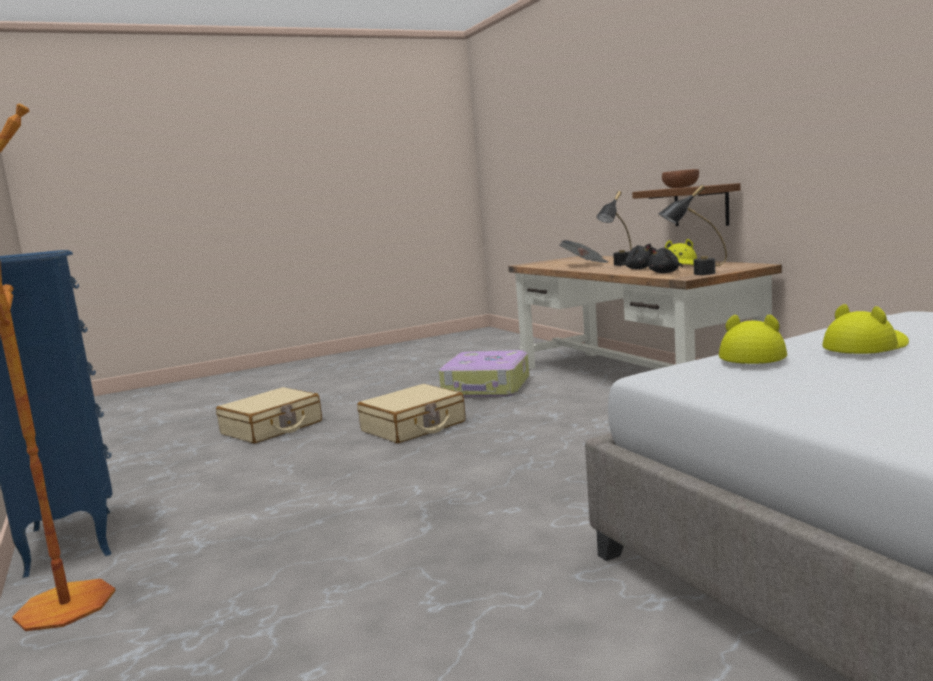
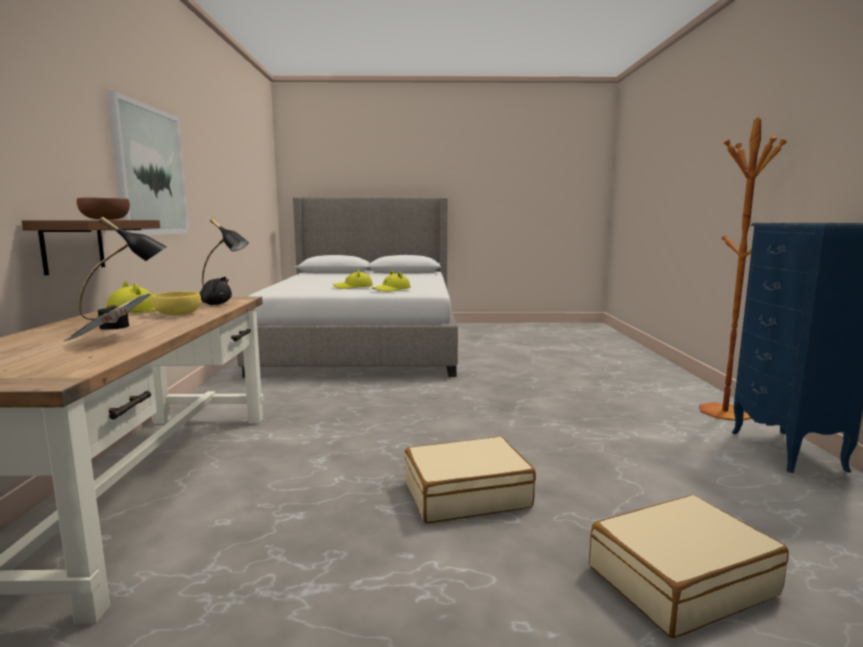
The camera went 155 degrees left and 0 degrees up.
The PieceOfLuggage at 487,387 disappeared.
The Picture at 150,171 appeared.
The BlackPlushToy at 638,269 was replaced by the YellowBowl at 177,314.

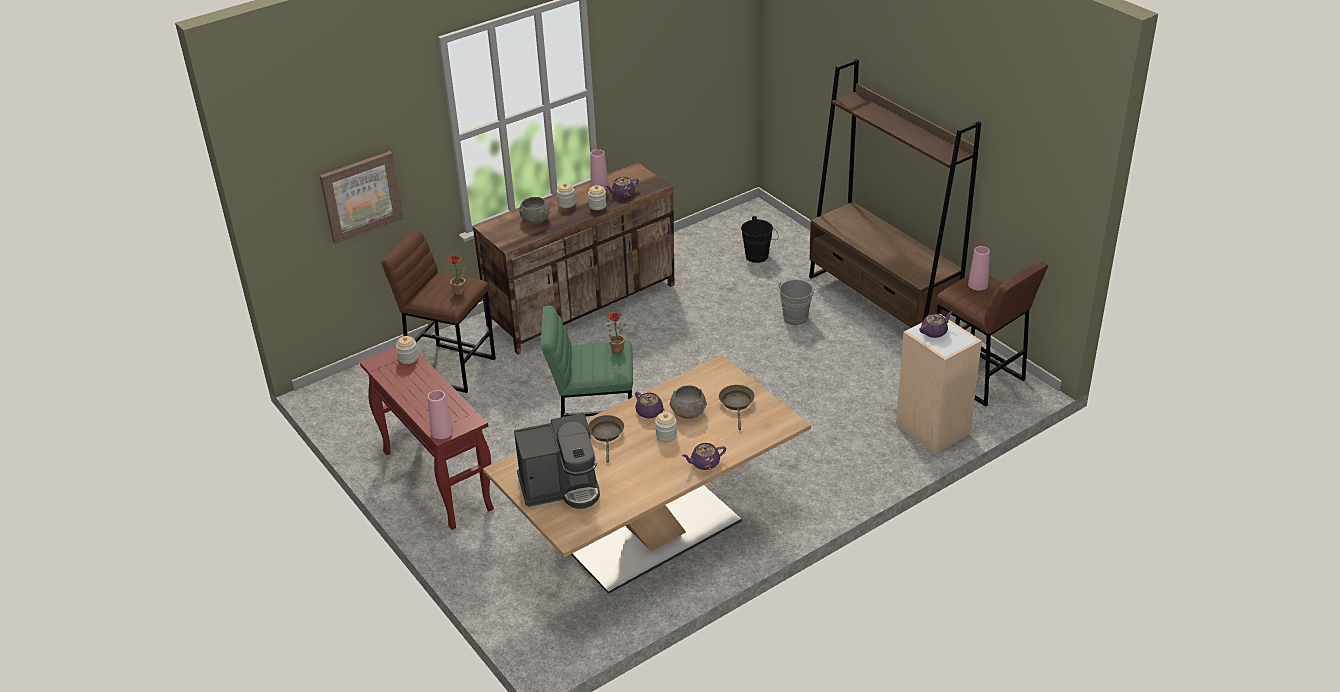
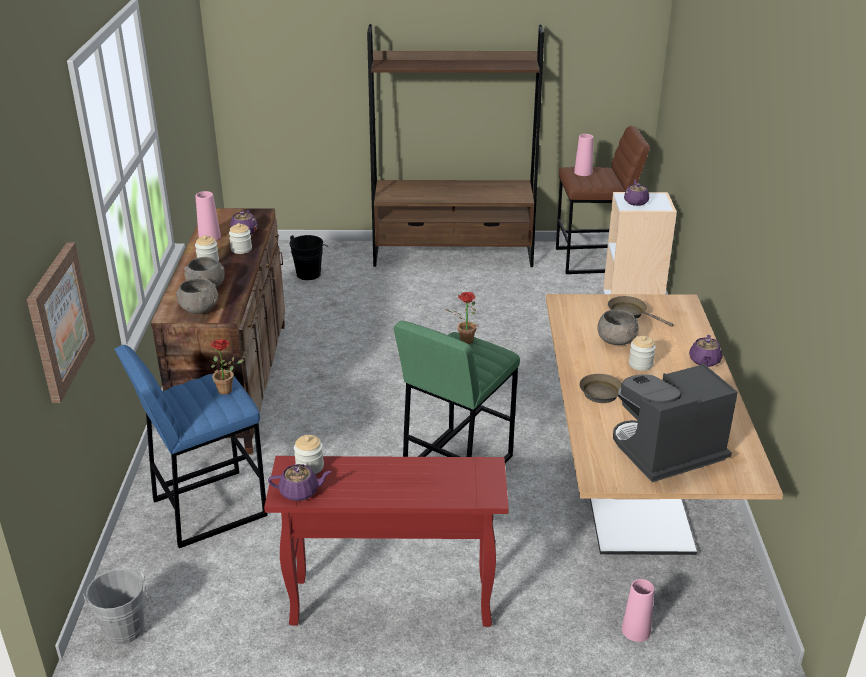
The camera went 55 degrees left and 5 degrees down.
The GreyBowl at 199,308 appeared.
The PinkColouredFlowerVase moved from 442,432 to 636,630.
The PurpleTeaPot moved from 650,412 to 300,492.
The GreyBucket moved from 794,320 to 125,633.
The BrownSittingStool at 450,367 became the BlueColouredSittingStool at 207,509.
The CoffeeMaker at 561,487 turned 135 degrees counterclockwise.

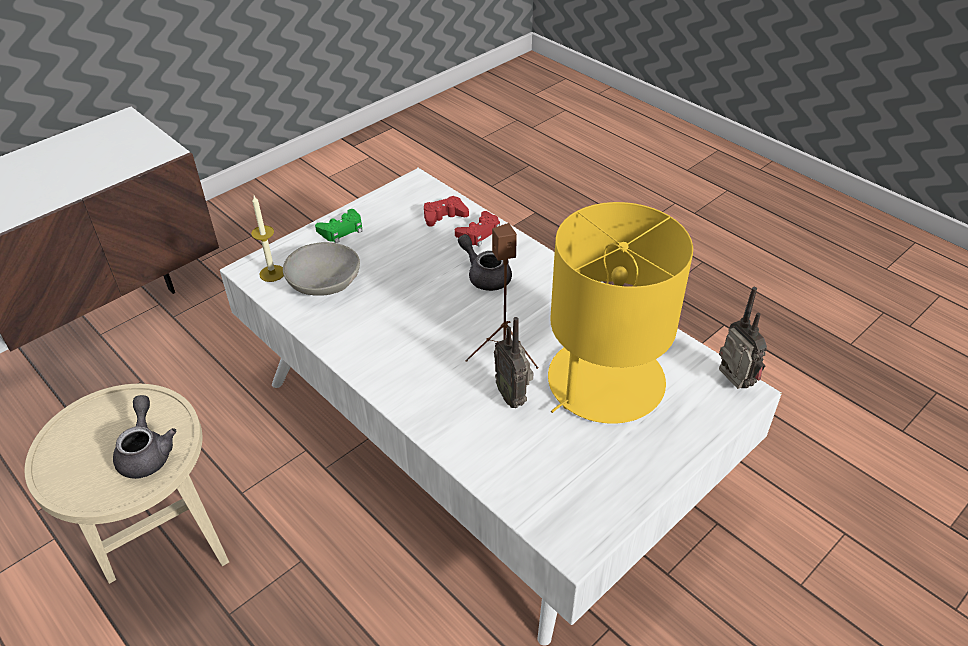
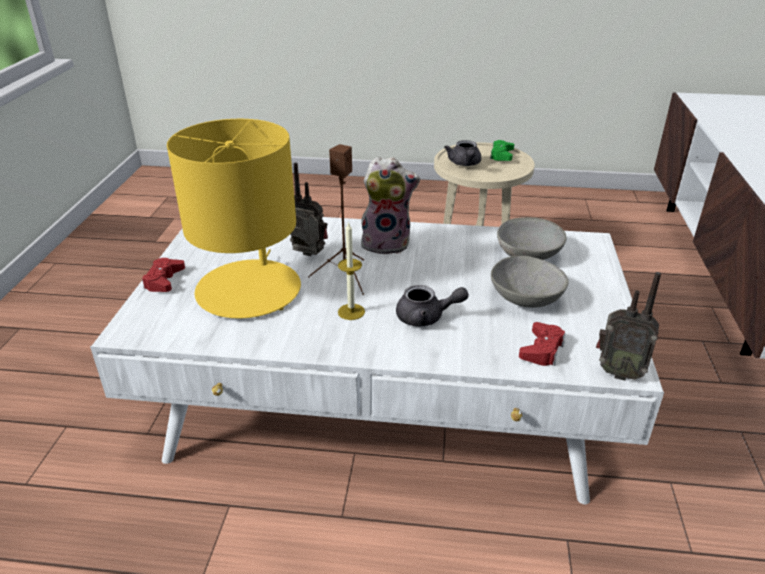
The camera went 140 degrees right and 10 degrees down.
The PlushToy at 387,244 appeared.
The GreyBowl at 524,298 appeared.
The WaxCandle moved from 272,273 to 351,312.
The GreenJoypad moved from 341,230 to 501,155.
The RedColouredJoypad moved from 479,233 to 164,280.
The RadioReceiver moved from 732,384 to 617,372.
The GreyTeaPot at 147,452 turned 45 degrees clockwise.

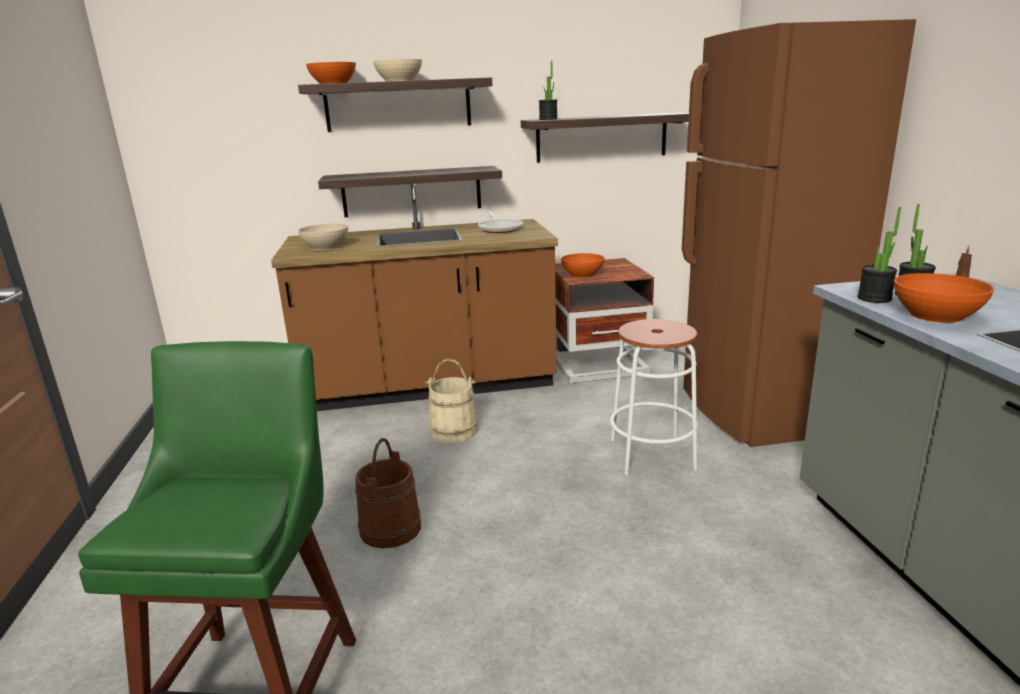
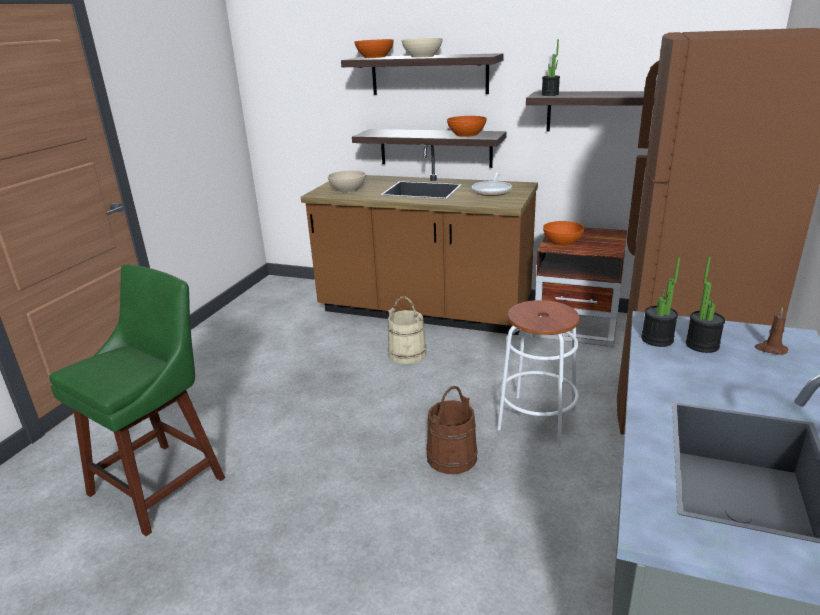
The camera went 30 degrees right and 5 degrees up.
The BrownBucket moved from 390,528 to 451,456.
The OrangeColouredBowl moved from 936,315 to 467,134.

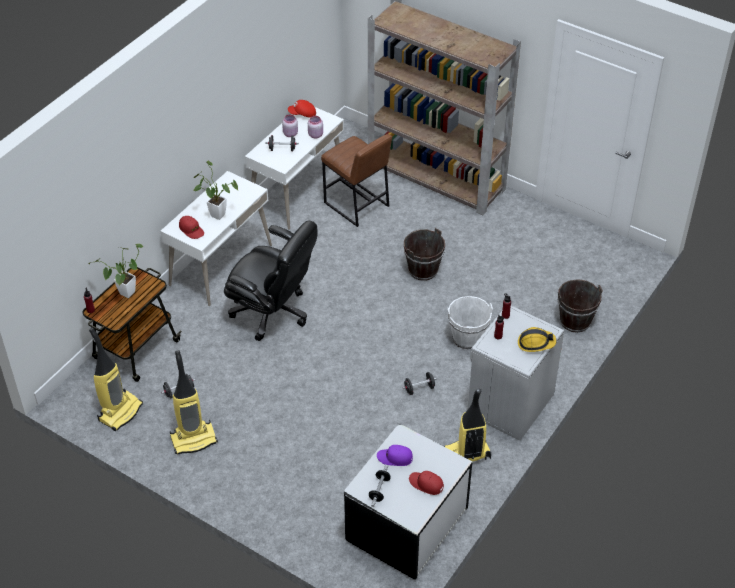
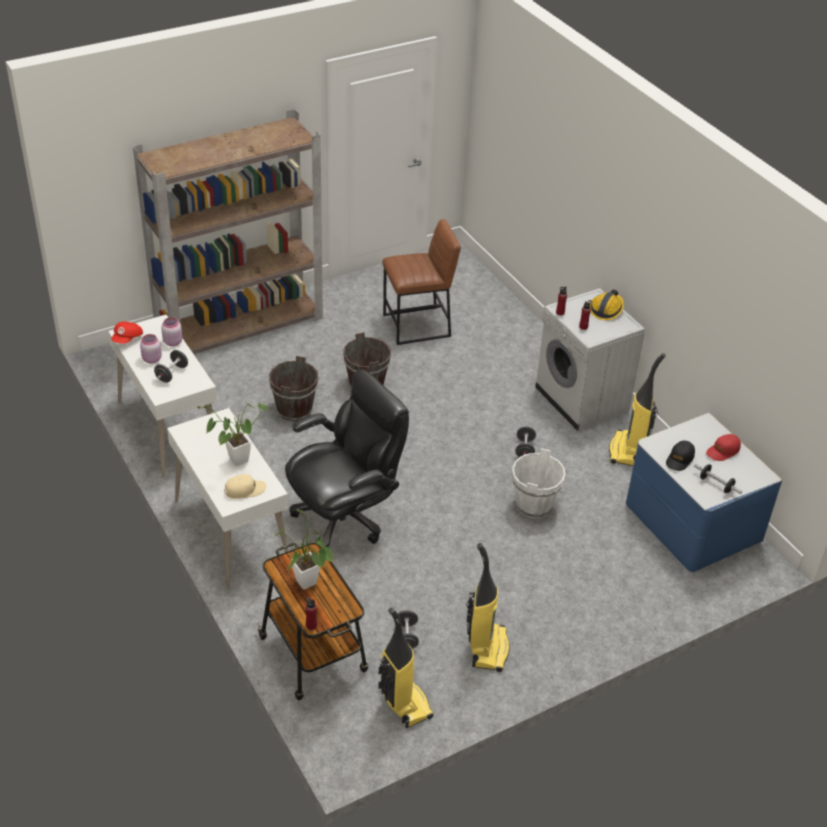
The camera went 65 degrees left and 5 degrees down.
The BrownUprightChair moved from 357,205 to 418,325.
The WhiteBucket moved from 467,338 to 534,505.
The BrownBucket moved from 575,321 to 295,410.
The RedColouredCap at 191,230 became the SandColouredCap at 245,490.
The BlackNightstand at 406,525 became the BlueColouredNightstand at 691,524.
The PurpleCap at 395,458 became the BlackCap at 680,459.

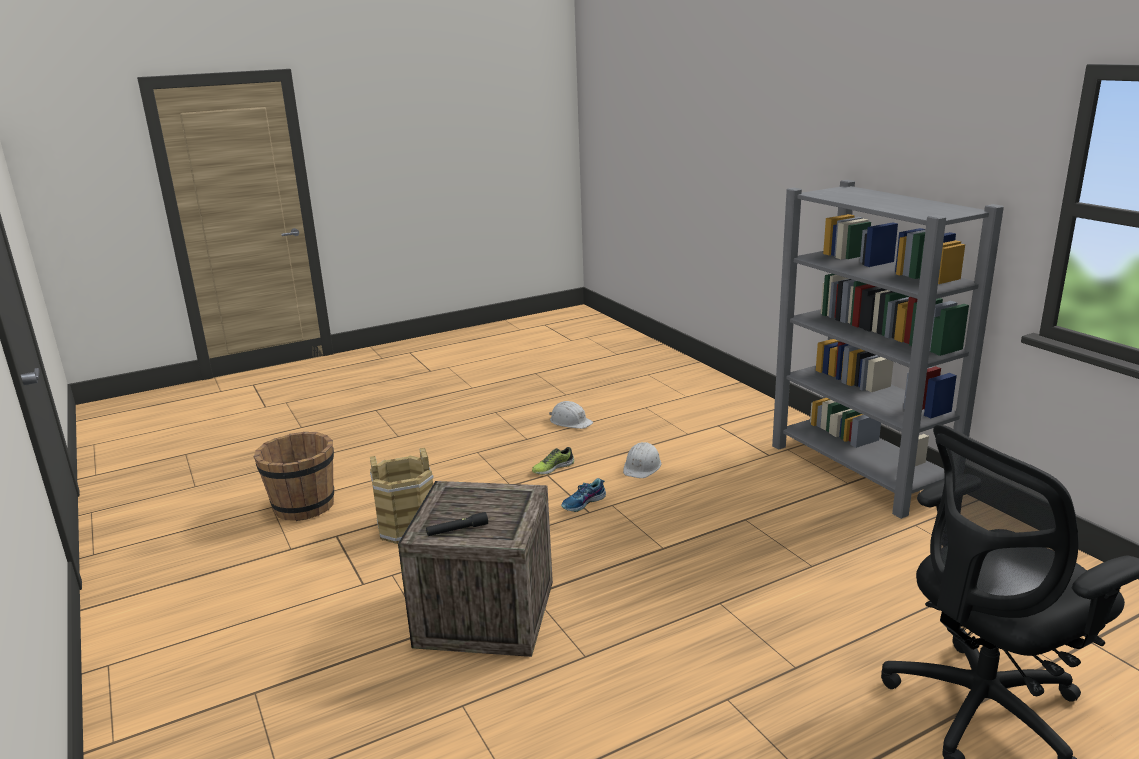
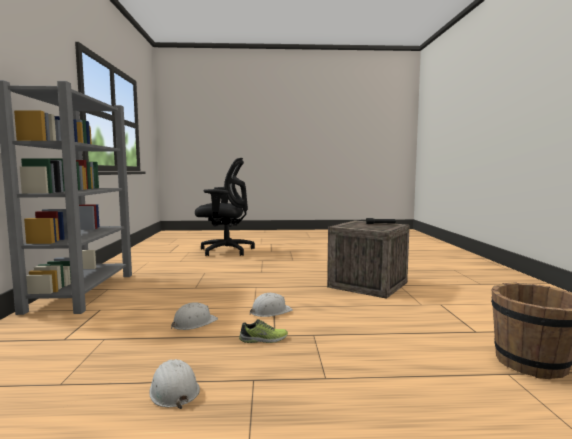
The camera went 155 degrees left and 15 degrees down.
The BrownBucket at 407,526 disappeared.
The ItemOfFootwear at 584,503 was replaced by the WhiteHardHat at 270,311.

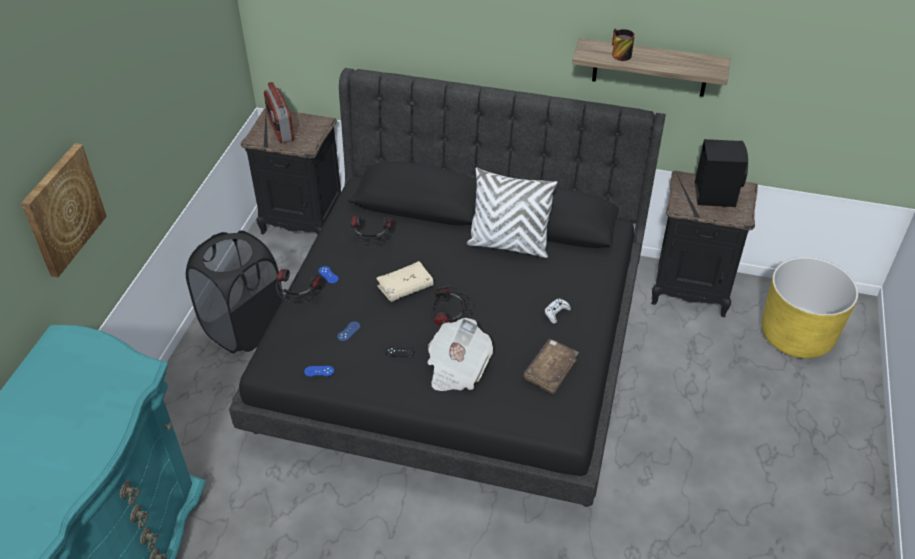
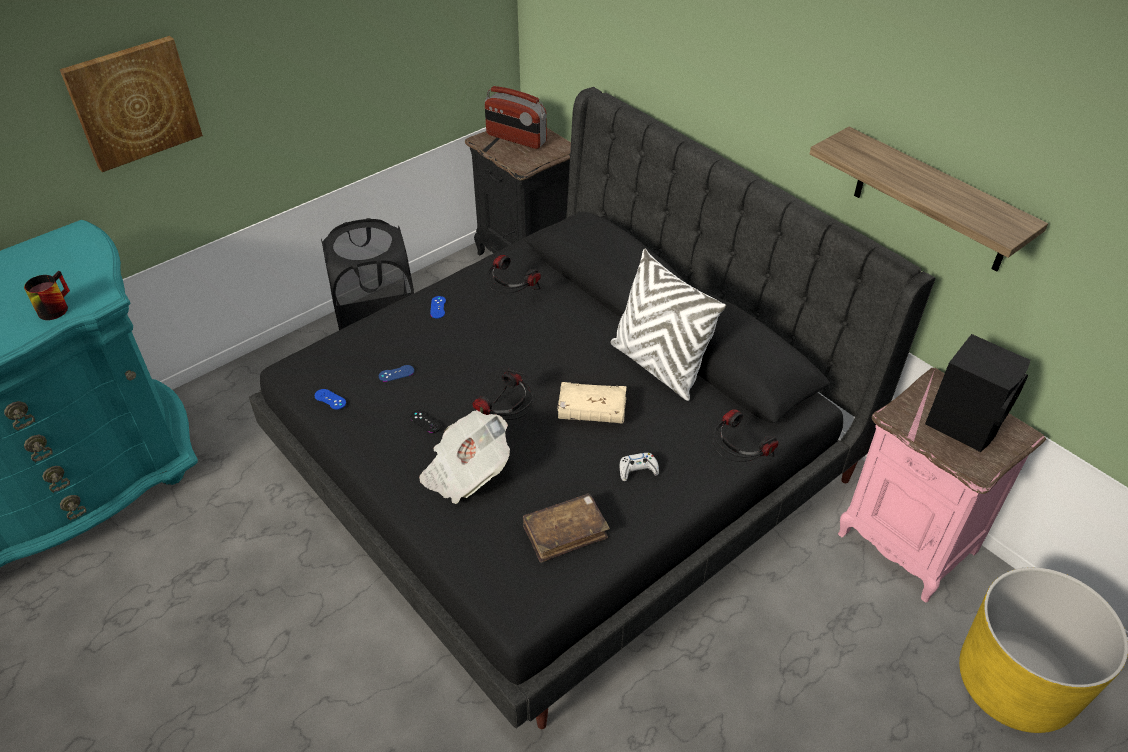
The camera went 35 degrees right and 0 degrees up.
The Headset moved from 298,301 to 737,459.
The SandColouredBoundBook moved from 405,287 to 591,410.
The TeaMug moved from 618,54 to 53,307.
The BlackNightstand at 691,290 became the PinkColouredNightstand at 906,545.
The RadioReceiver at 280,129 turned 75 degrees counterclockwise.

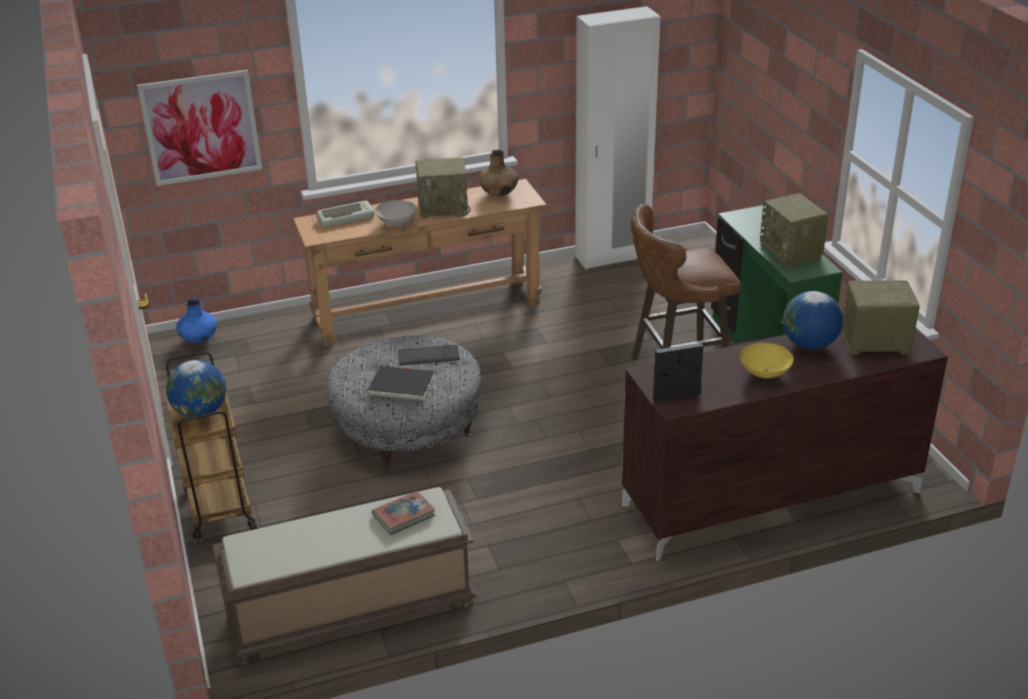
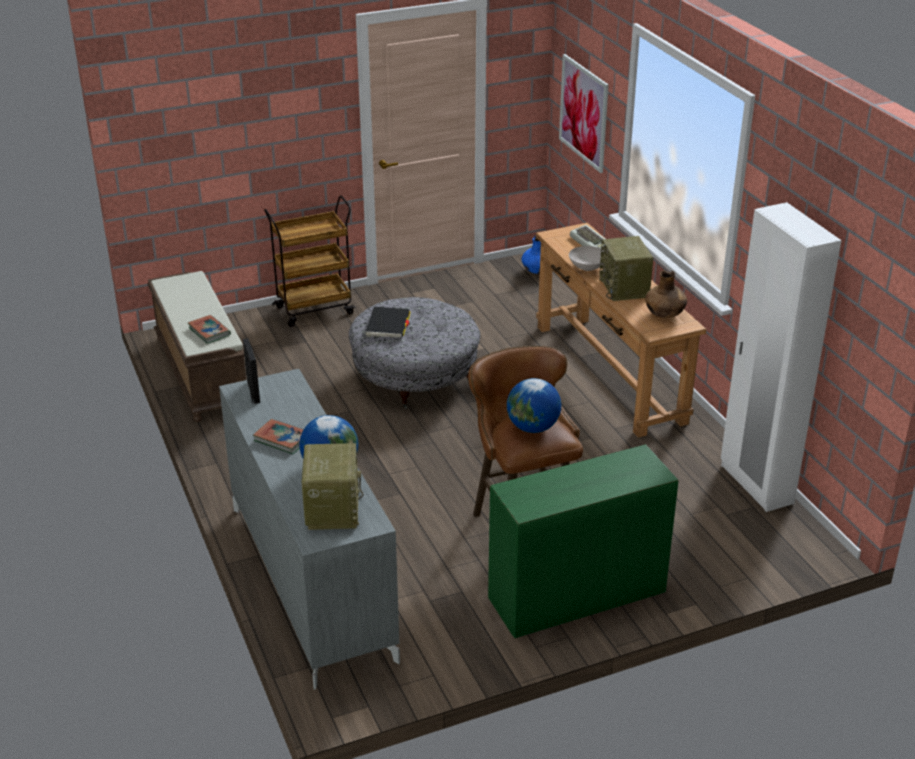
The camera went 85 degrees right and 0 degrees up.
The PcKeyboard at 428,356 disappeared.
The RadioReceiver at 792,251 disappeared.
The DeskGlobe moved from 200,412 to 532,427.
The YellowBowl at 765,373 was replaced by the BoundBook at 282,439.
The BrownDresser at 771,499 became the GreyDresser at 310,581.

